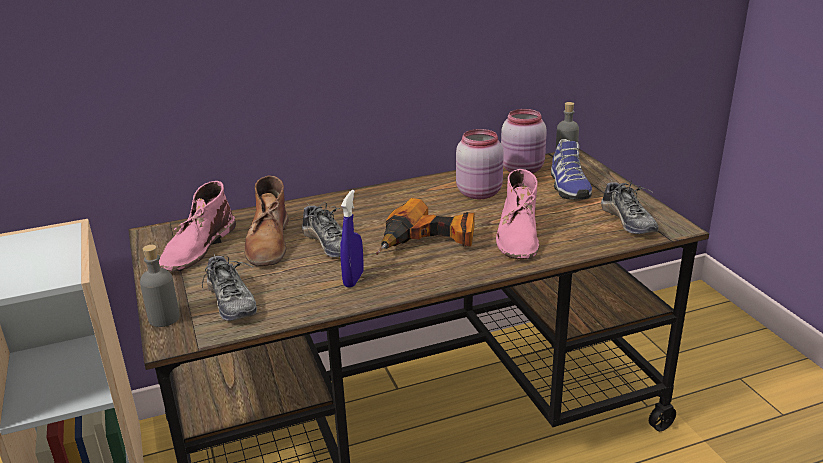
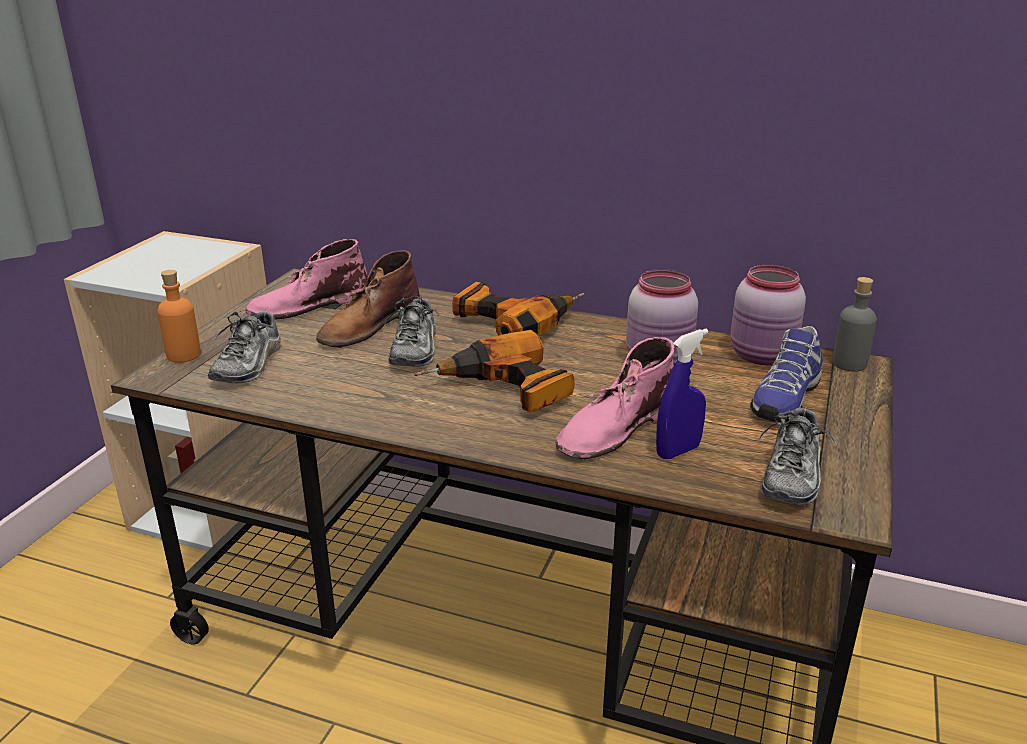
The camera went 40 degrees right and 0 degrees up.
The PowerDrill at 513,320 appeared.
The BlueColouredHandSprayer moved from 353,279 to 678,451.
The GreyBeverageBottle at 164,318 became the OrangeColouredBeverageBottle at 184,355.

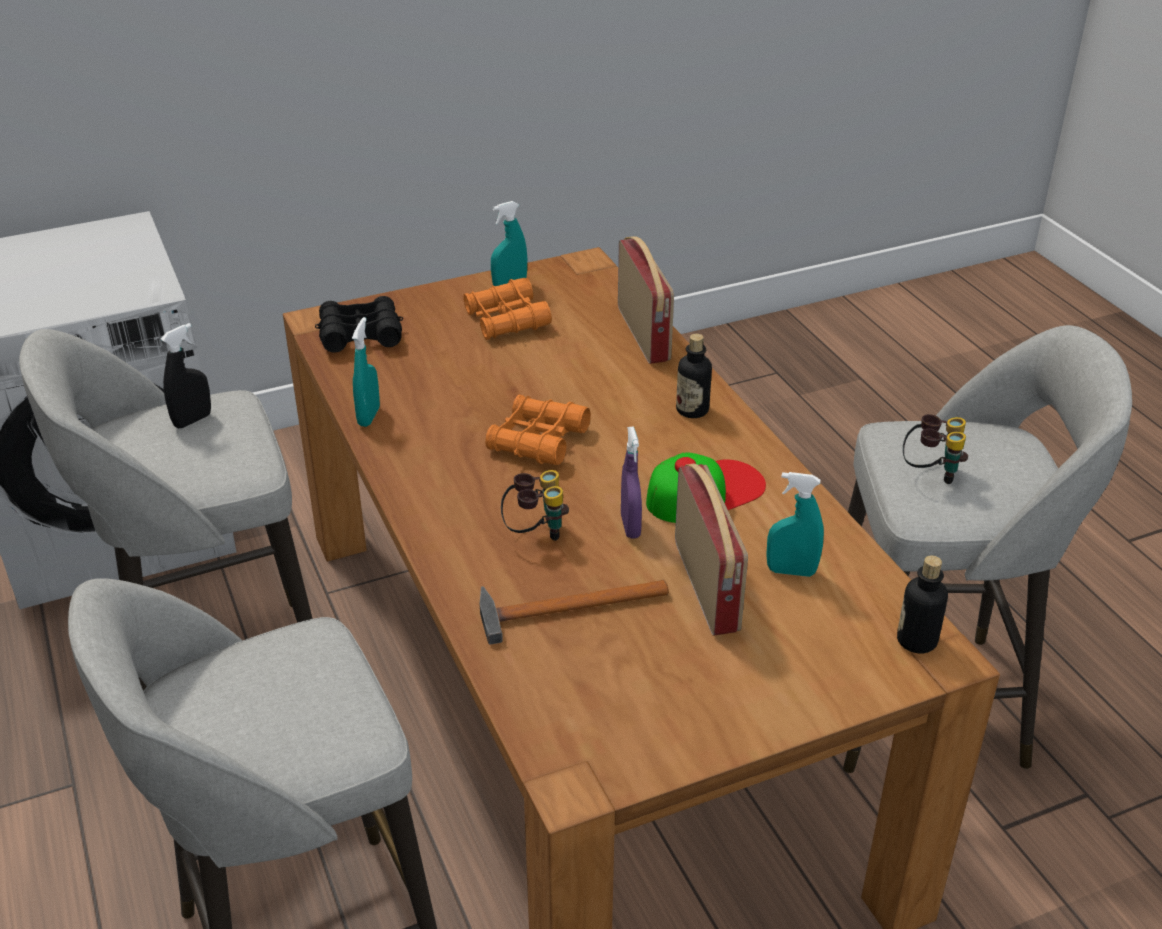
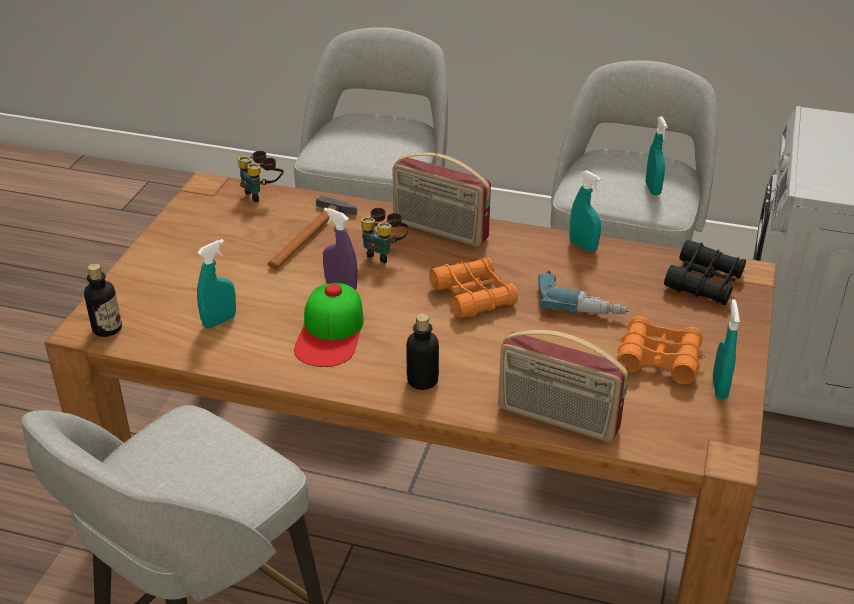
The camera went 130 degrees right and 0 degrees up.
The PowerDrill at 581,302 appeared.
The RadioReceiver moved from 708,586 to 439,231.
The FieldGlasses moved from 931,473 to 262,193.
The BlackHandSprayer at 193,420 became the BlueGreenHandSprayer at 652,189.

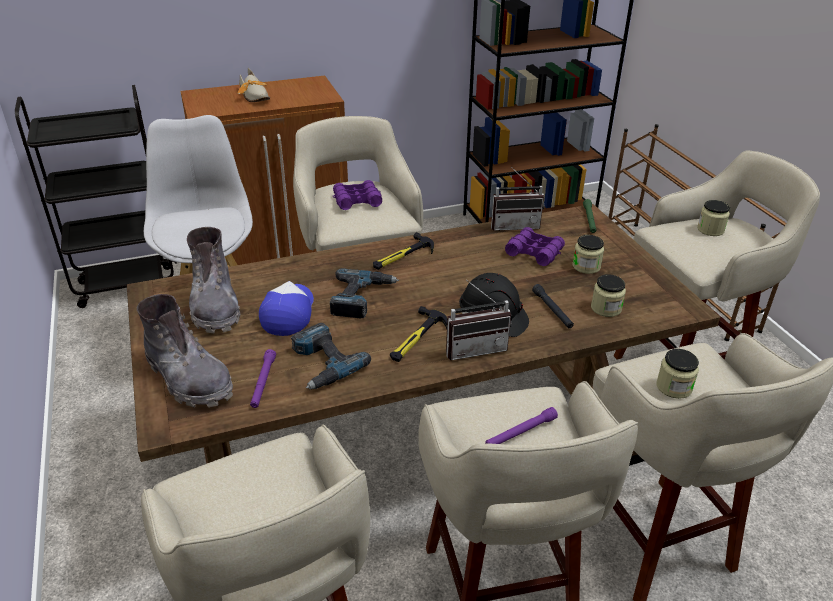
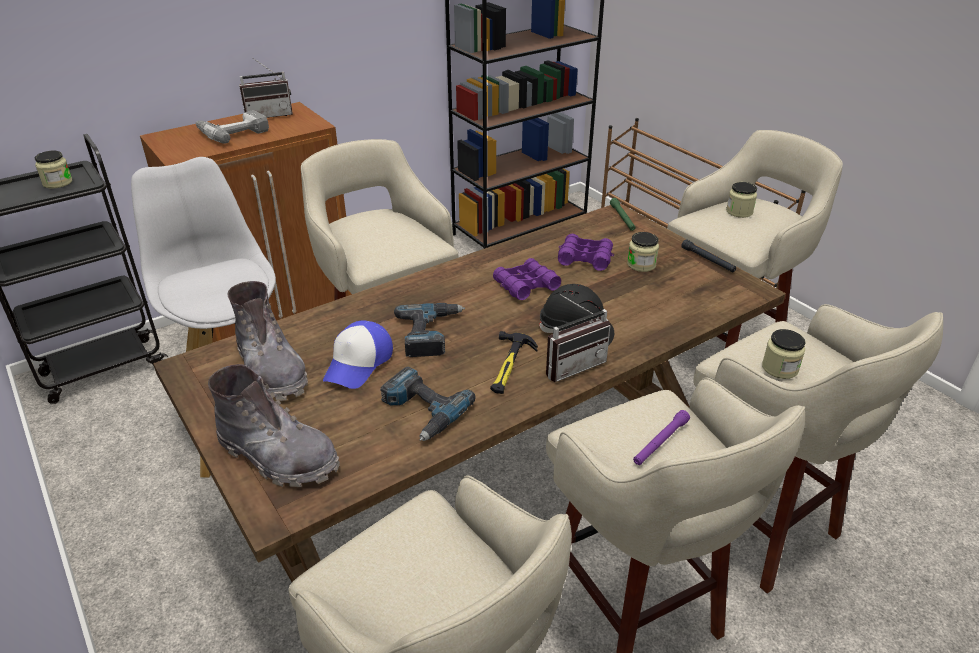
The camera went 15 degrees left and 0 degrees up.
The PurpleFlashlight at 263,382 disappeared.
The HandHammer at 402,256 disappeared.
The PurpleFieldGlasses moved from 357,201 to 526,286.
The RadioReceiver moved from 514,225 to 269,115.
The BlackFlashlight moved from 552,310 to 708,260.
The Jar moved from 606,308 to 57,183.
The ItemOfFootwear at 255,96 was replaced by the PowerDrill at 232,132.
The Cap at 288,313 turned 150 degrees counterclockwise.

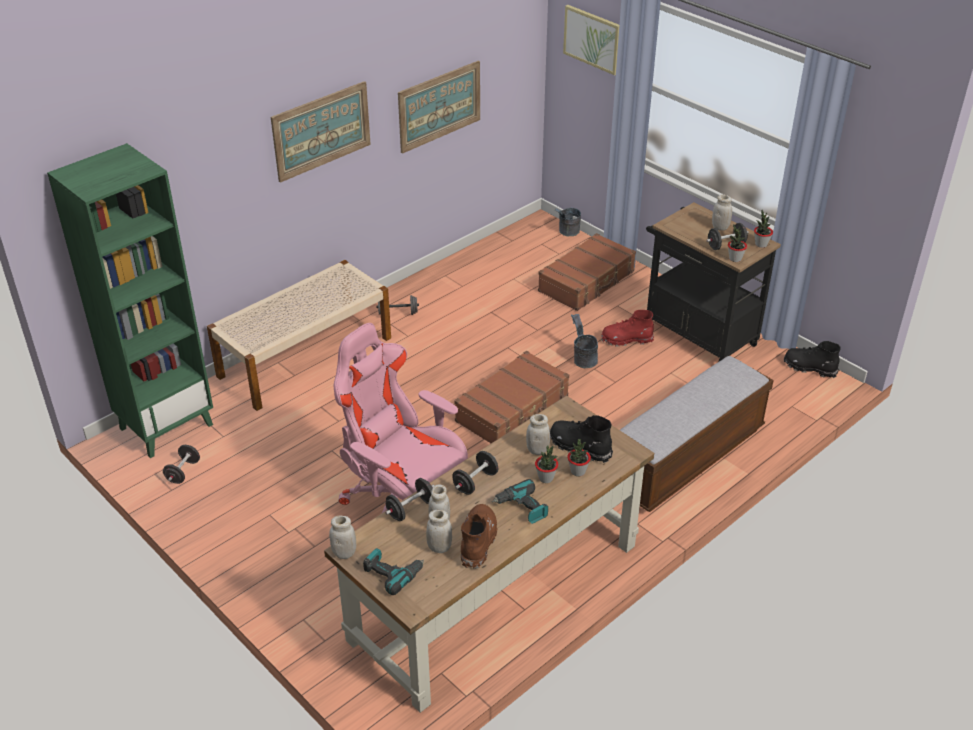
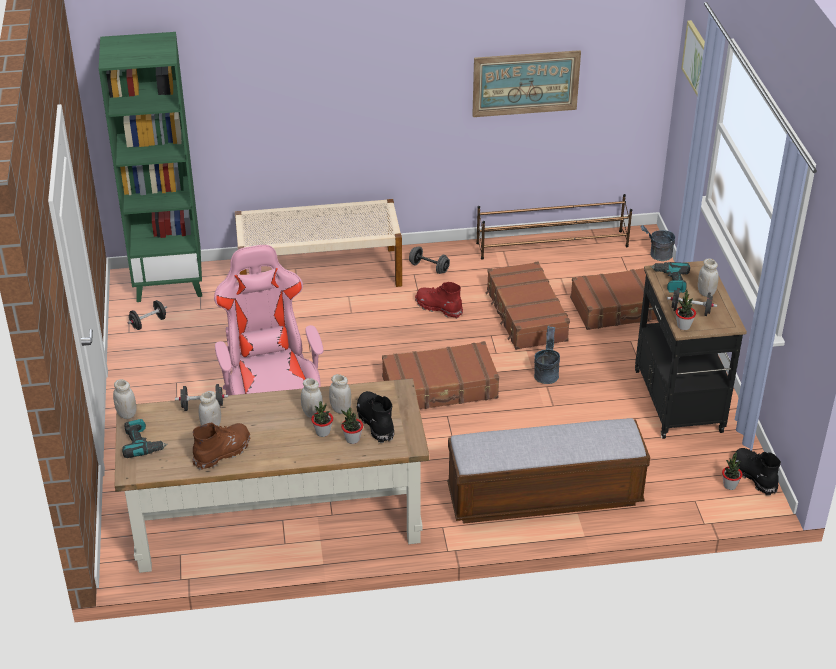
The camera went 35 degrees right and 0 degrees up.
The Picture at 321,130 disappeared.
The BlackFreeWeight at 475,482 disappeared.
The BrownShoeStand at 553,245 appeared.
The BrownPieceOfLuggage at 525,315 appeared.
The WhiteJar moved from 439,547 to 312,413.
The PowerDrill moved from 522,508 to 671,281.
The RedColouredHighTopBoot moved from 626,339 to 438,307.
The Houseplant moved from 761,244 to 729,485.

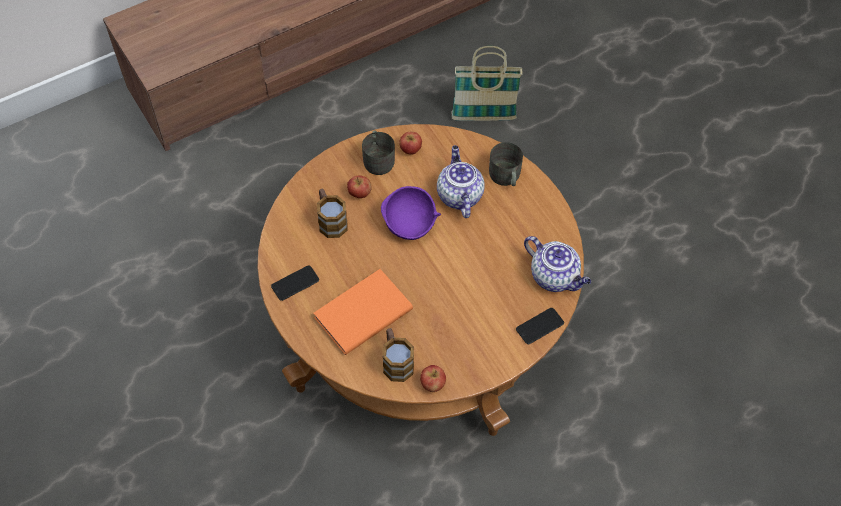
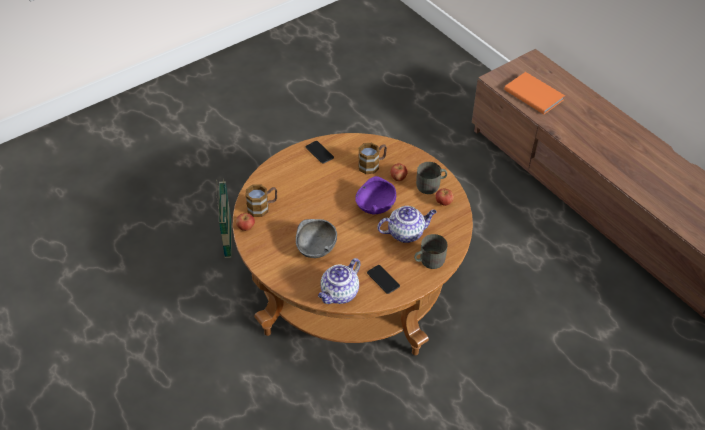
The camera went 85 degrees right and 10 degrees down.
The GreyBowl at 316,249 appeared.
The OrangeColouredBoundBook moved from 361,313 to 534,94.
The Basket moved from 484,117 to 228,239.
The Handset moved from 539,326 to 383,279.

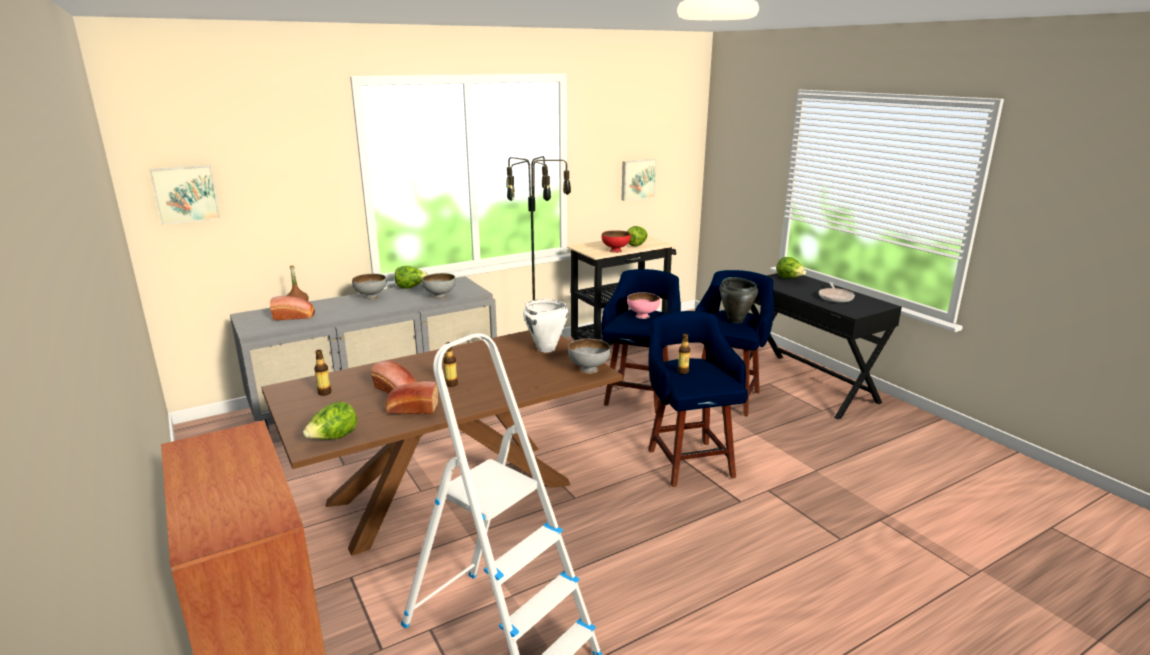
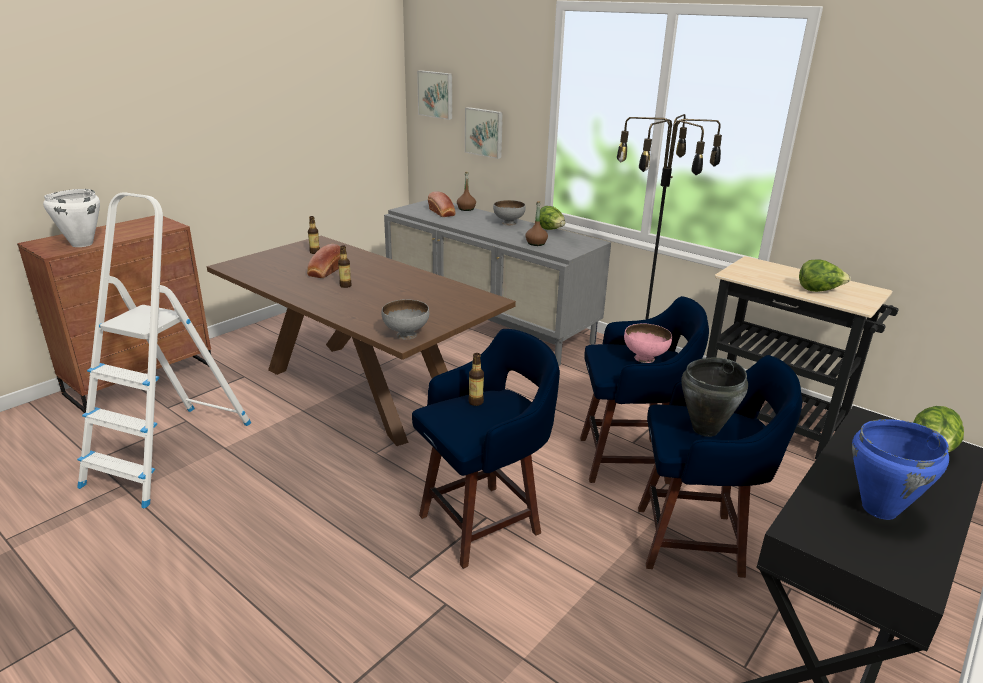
The camera went 70 degrees right and 5 degrees up.
The LettuceHead at 333,438 disappeared.
The BakedBread at 411,409 disappeared.
The RedColouredBowl at 615,251 disappeared.
The WhiteStockpot moved from 546,349 to 81,244.
The Picture moved from 637,179 to 484,132.
The GreyBowl at 440,297 was replaced by the BrownBeverageBottle at 536,243.
The Skillet at 835,297 was replaced by the BlueColouredStockpot at 880,509.

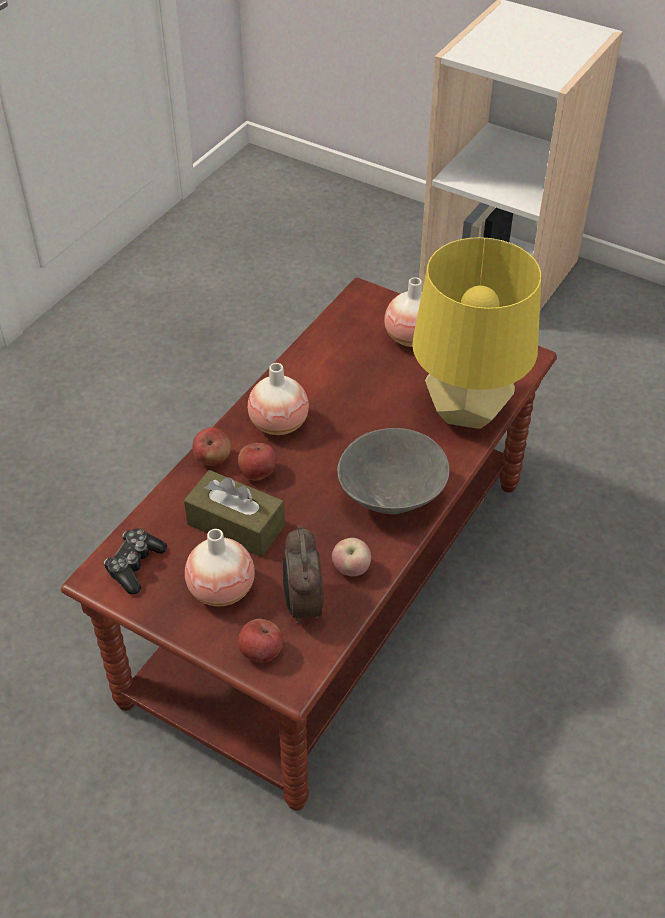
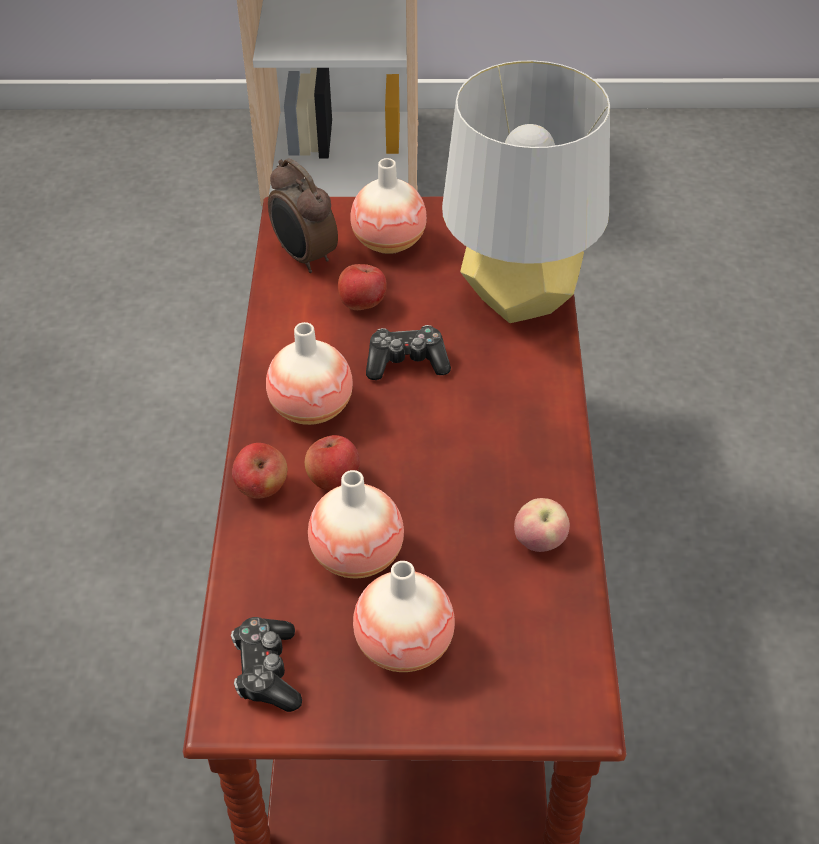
The camera went 30 degrees left and 0 degrees up.
The GreyBowl at 390,497 disappeared.
The Joypad at 406,362 appeared.
The Apple moved from 261,652 to 362,304.
The AlarmClock moved from 302,605 to 304,257.
The BrownTissueHolder at 236,525 was replaced by the FlowerVase at 357,556.
The YellowTabletopLamp at 466,410 became the GreyTabletopLamp at 518,299.

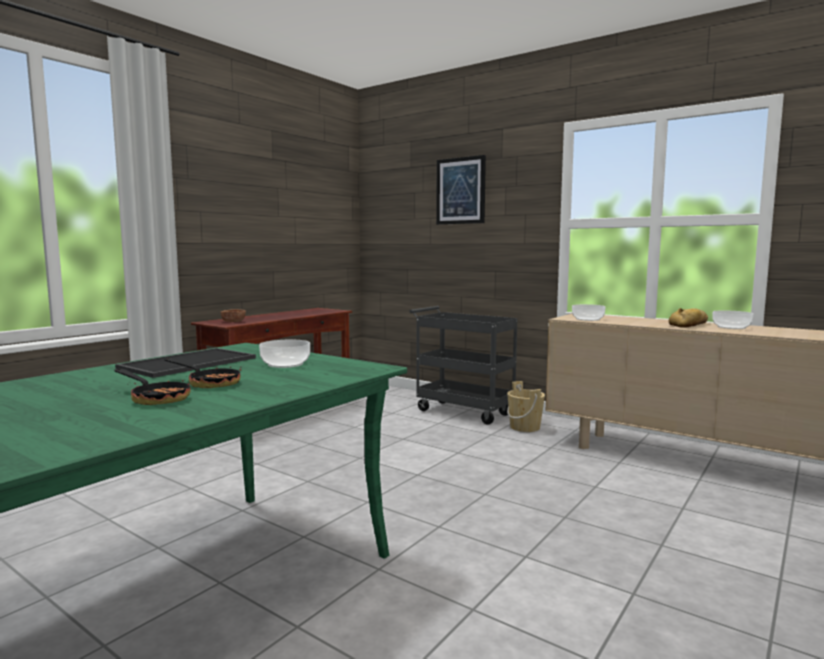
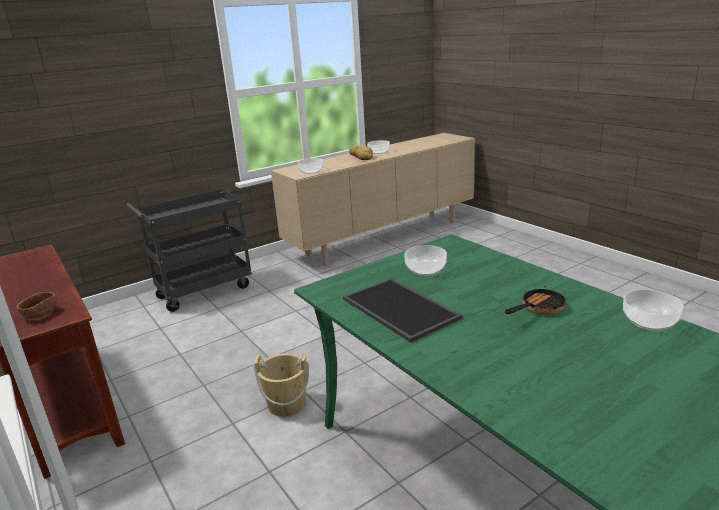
The camera went 70 degrees left and 15 degrees up.
The Skillet at 209,383 disappeared.
The Picture at 461,191 disappeared.
The Bowl at 649,321 appeared.
The SandColouredBucket moved from 525,427 to 286,404.

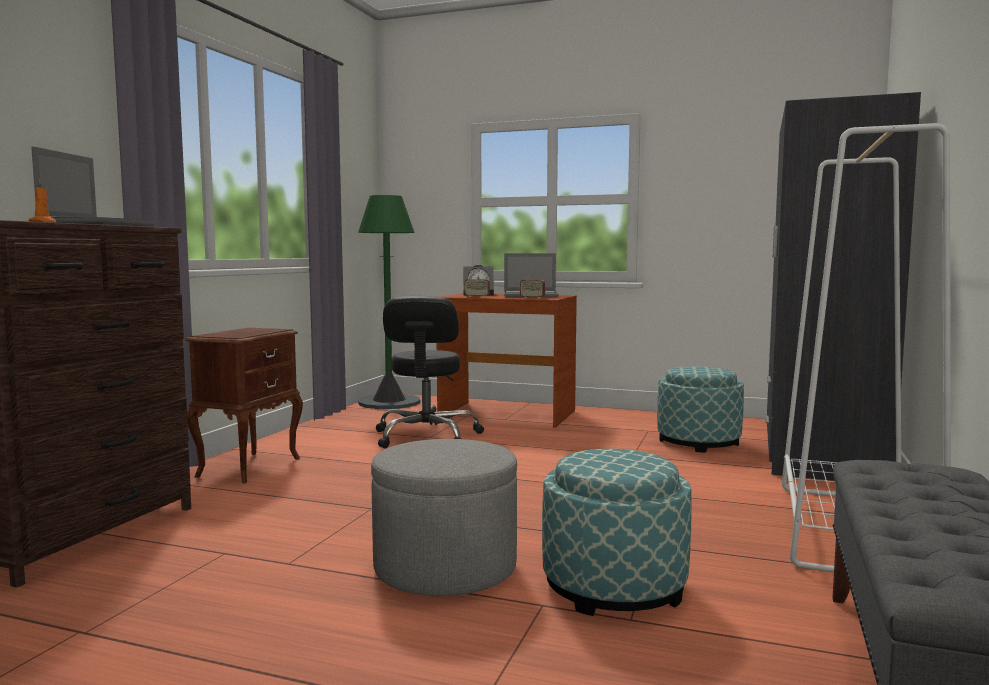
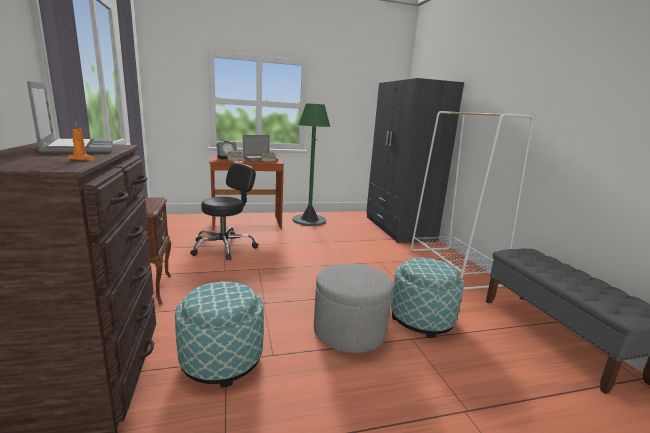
The camera went 35 degrees left and 10 degrees up.
The GreenStandardLamp moved from 389,402 to 309,220.
The Footrest moved from 698,442 to 222,359.
The BlackComputerChair at 426,438 turned 105 degrees counterclockwise.

